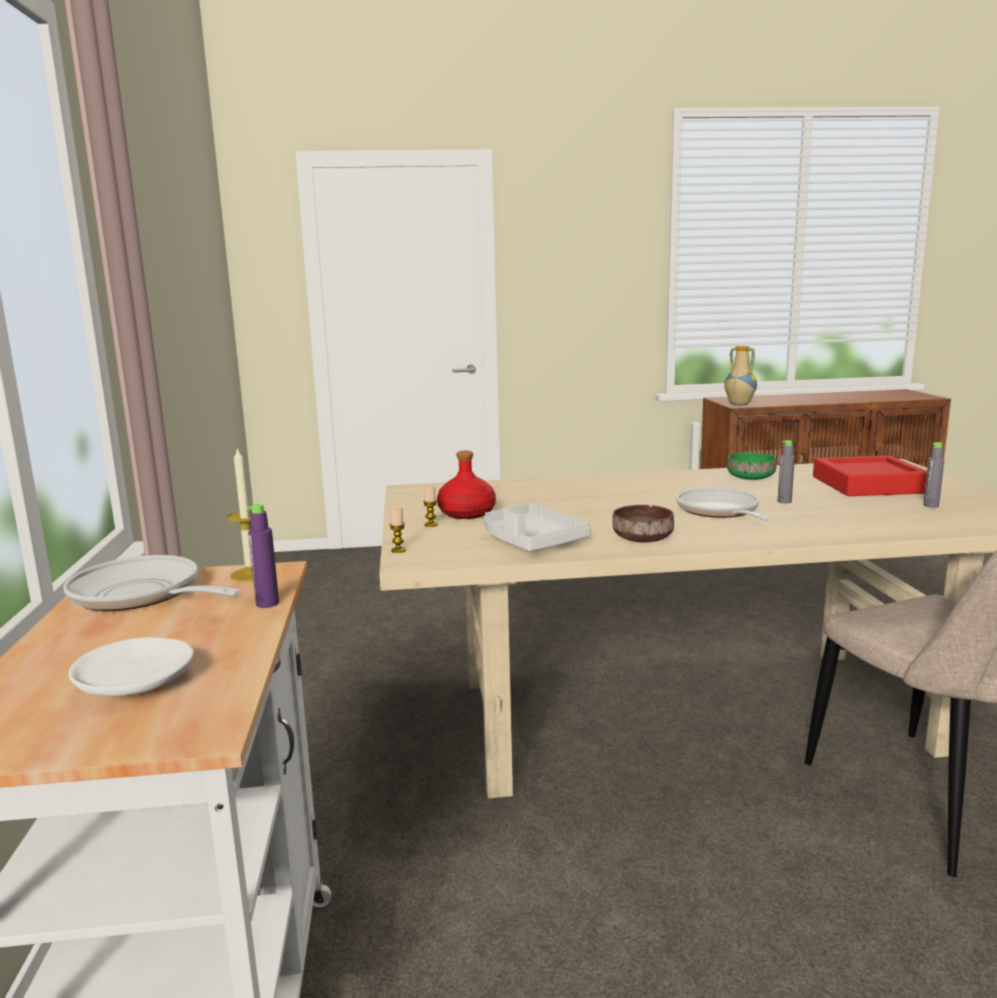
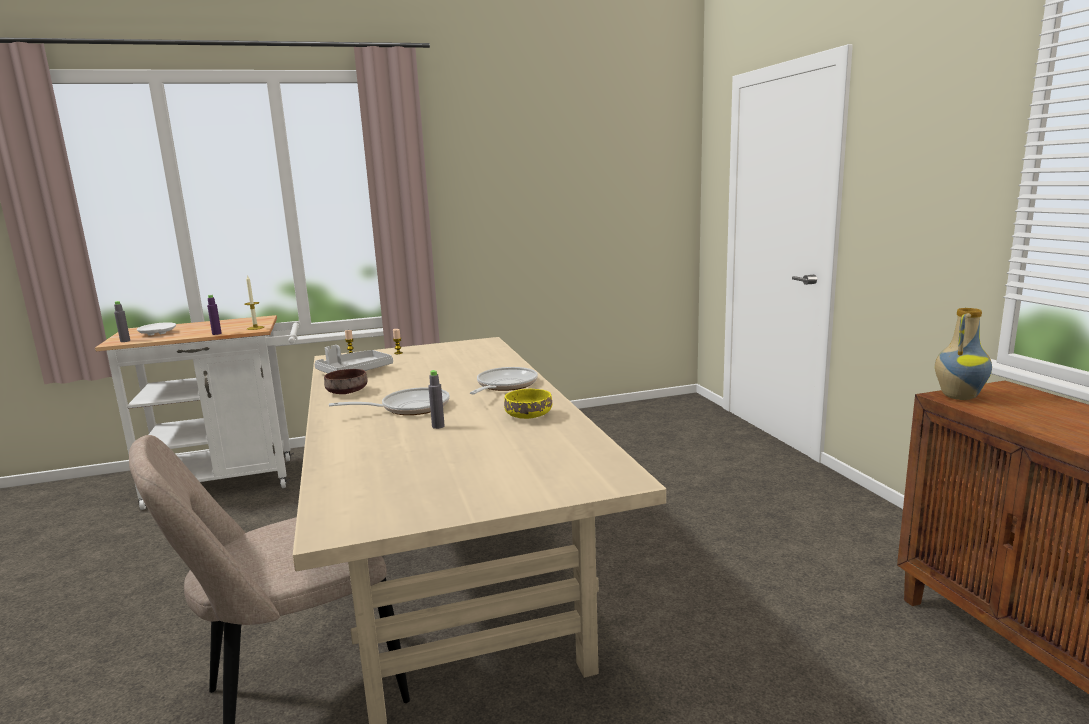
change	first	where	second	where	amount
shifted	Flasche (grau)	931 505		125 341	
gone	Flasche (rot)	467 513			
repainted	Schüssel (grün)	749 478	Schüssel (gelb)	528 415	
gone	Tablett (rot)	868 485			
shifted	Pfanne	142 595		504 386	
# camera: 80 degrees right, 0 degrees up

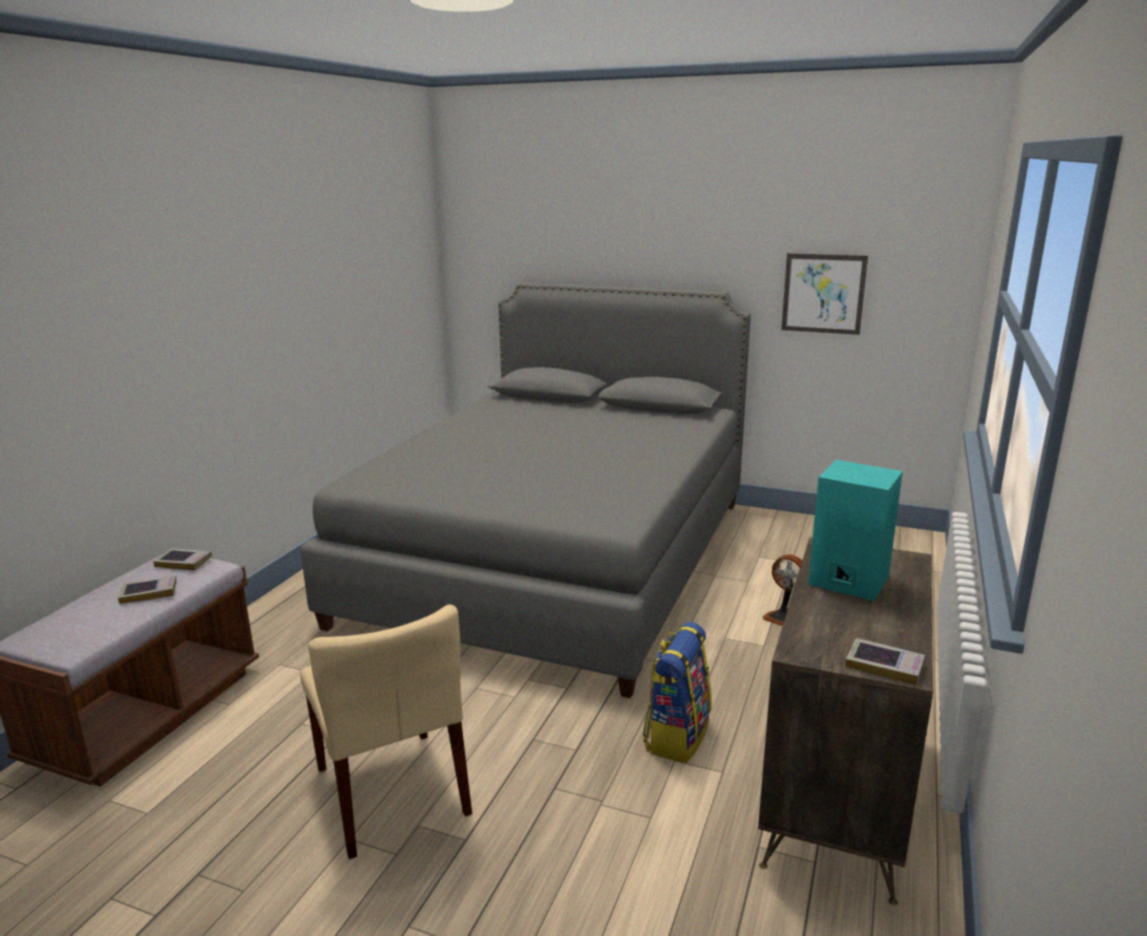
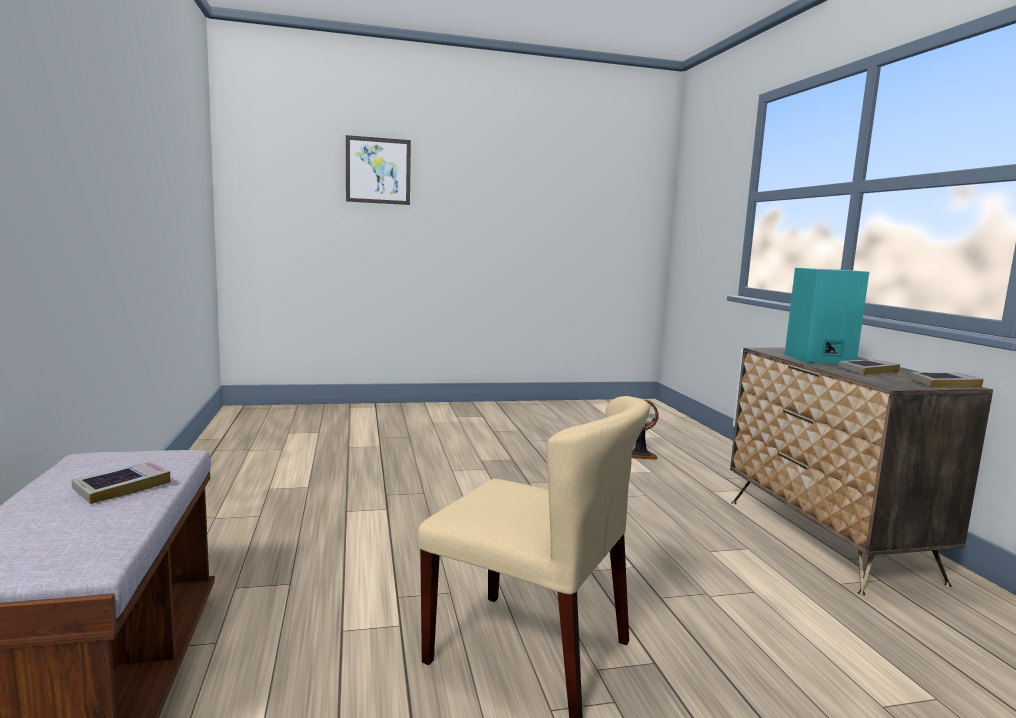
change	first	where	second	where	amount
shifted	Bild	823 293		378 170	
gone	Bett (grau)	556 559			
shifted	Buch	184 562		868 370	
gone	Rucksack	676 735			
# camera: 35 degrees left, 10 degrees down

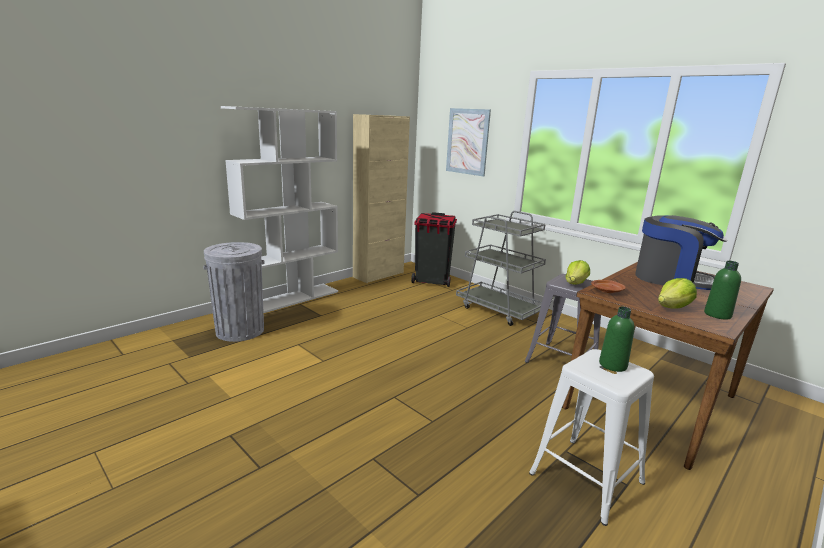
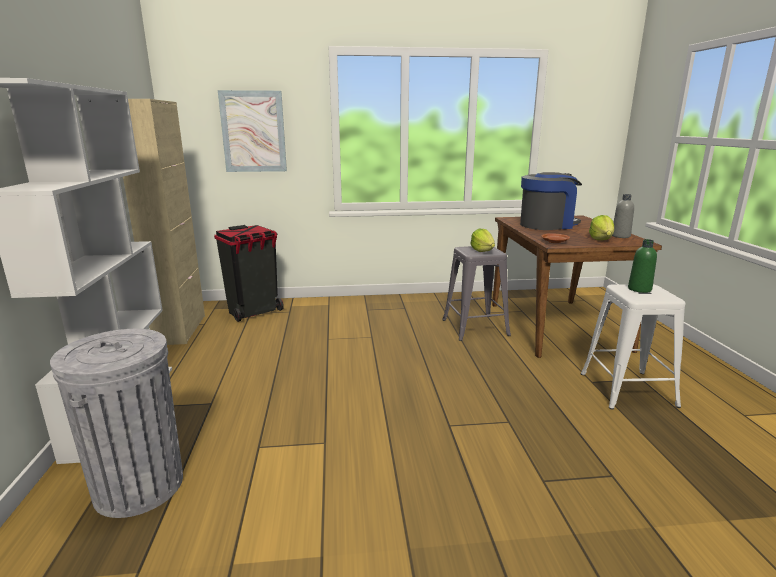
change	first	where	second	where	amount
gone	Rollwagen (grau)	498 310			
repainted	Flasche (grün)	717 315	Flasche (grau)	620 236	
# camera: 50 degrees left, 0 degrees up

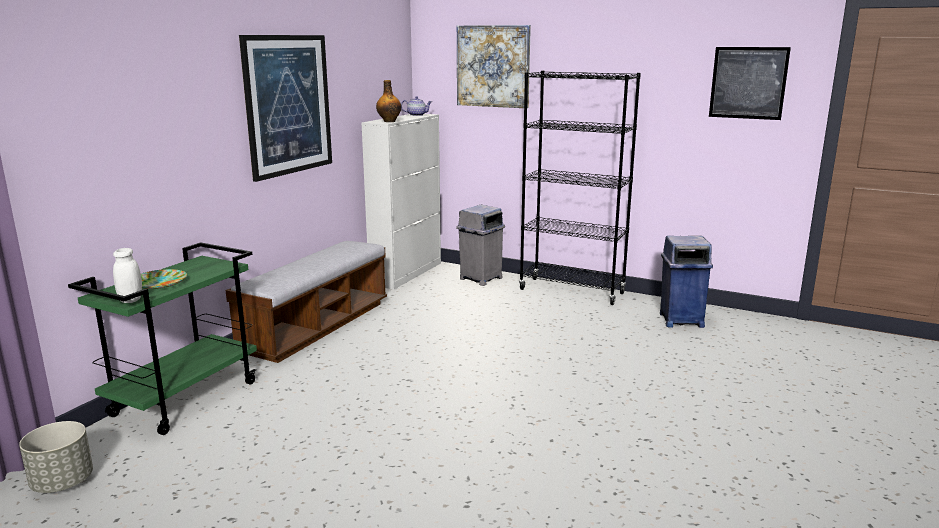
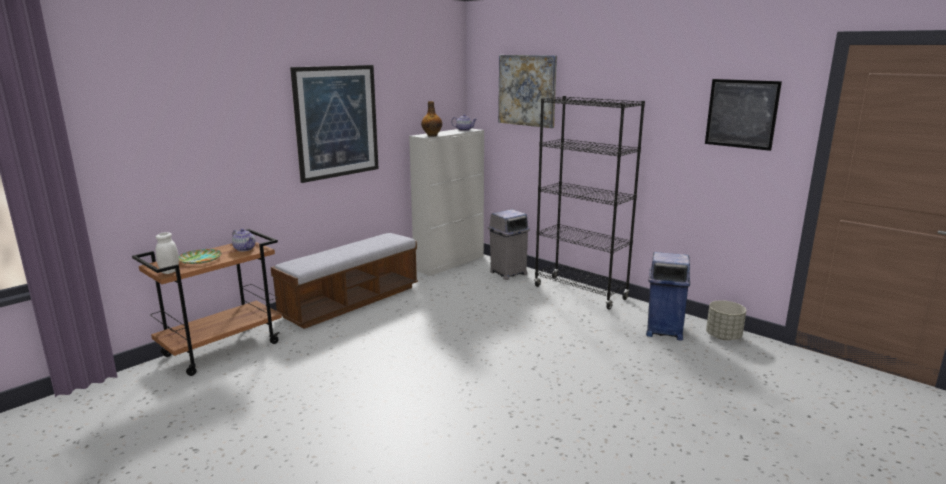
change	first	where	second	where	amount
repainted	Rollwagen (grün)	185 398	Rollwagen (braun)	223 349	
shifted	Pflanzkübel (grau)	62 483		723 337	
new			Teekanne	245 249	
# camera: 15 degrees right, 0 degrees up

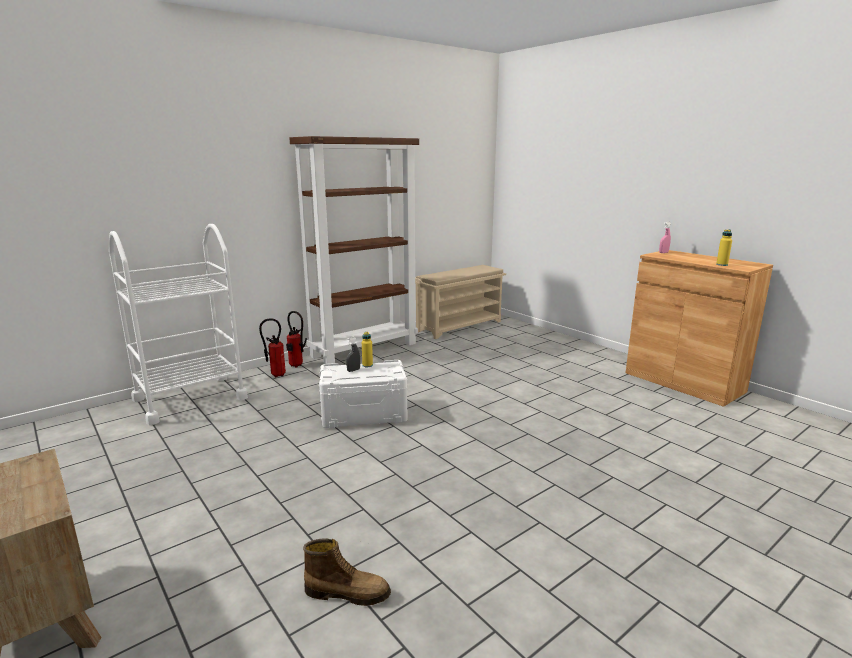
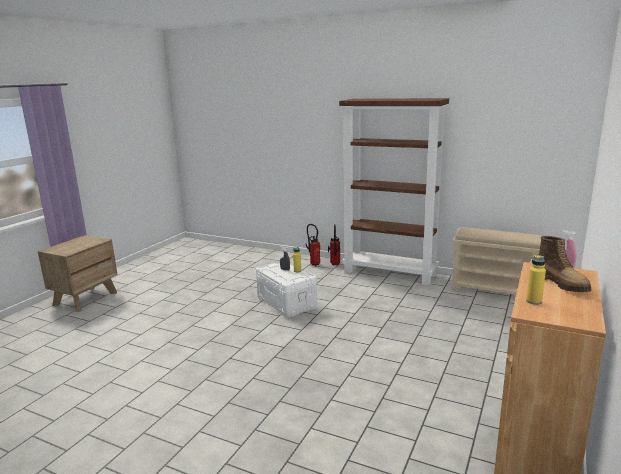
change	first	where	second	where	amount
gone	Rollwagen (weiß)	190 399			
shifted	Stiefel	348 592		562 283	
# camera: 65 degrees right, 0 degrees up

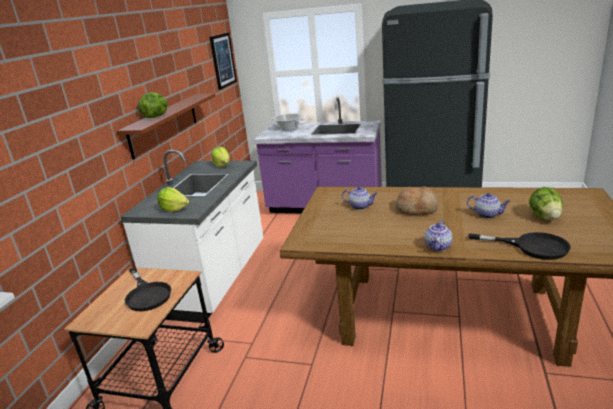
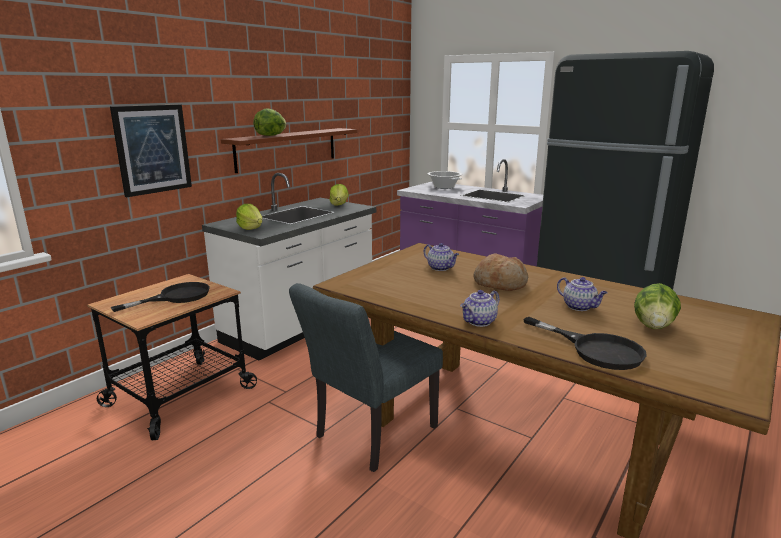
change	first	where	second	where	amount
shifted	Bild	222 60		152 149	
rotated	Pfanne (schwarz)	147 294		176 297	120 degrees counterclockwise
new			Stuhl (grau)	369 435	
# camera: 20 degrees right, 5 degrees down

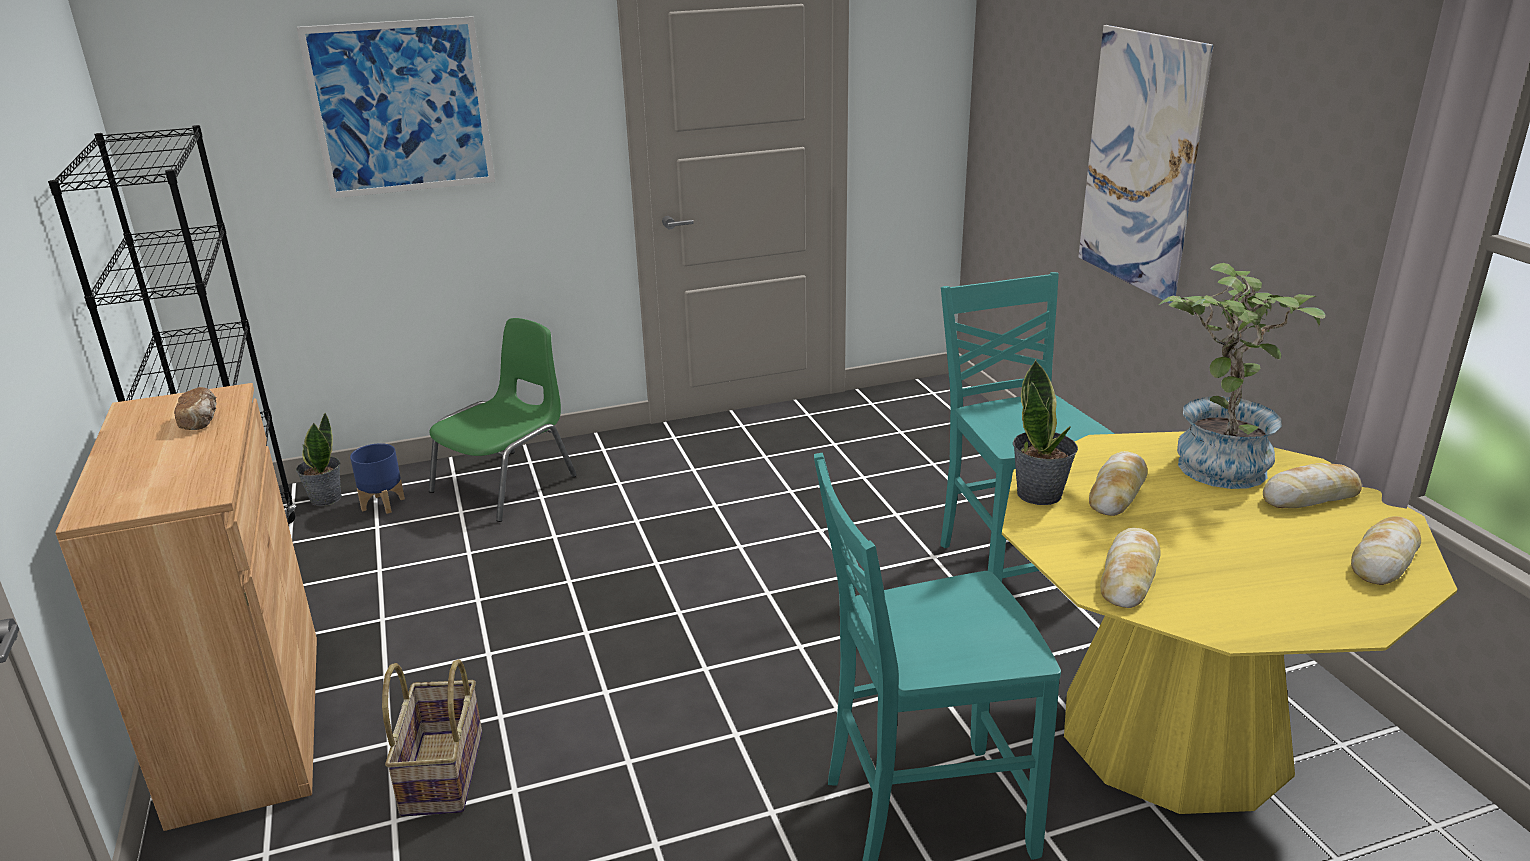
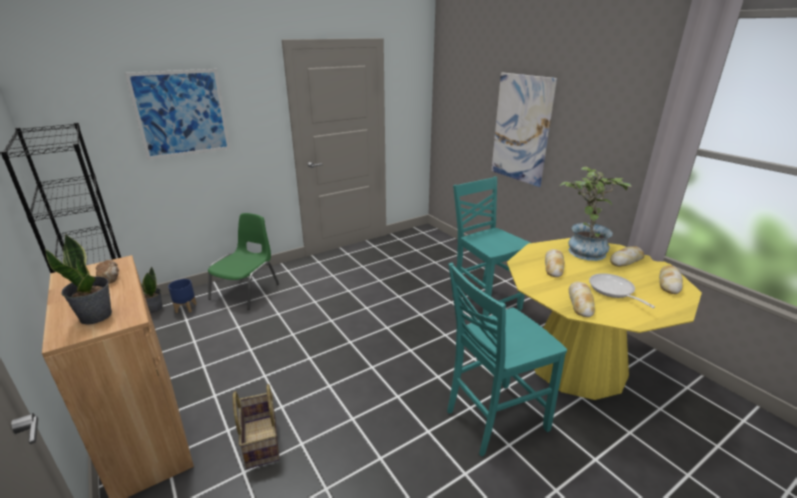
change	first	where	second	where	amount
shifted	Topfpflanze	1040 494		96 316	
new			Pfanne	613 291	
# camera: 15 degrees left, 0 degrees up

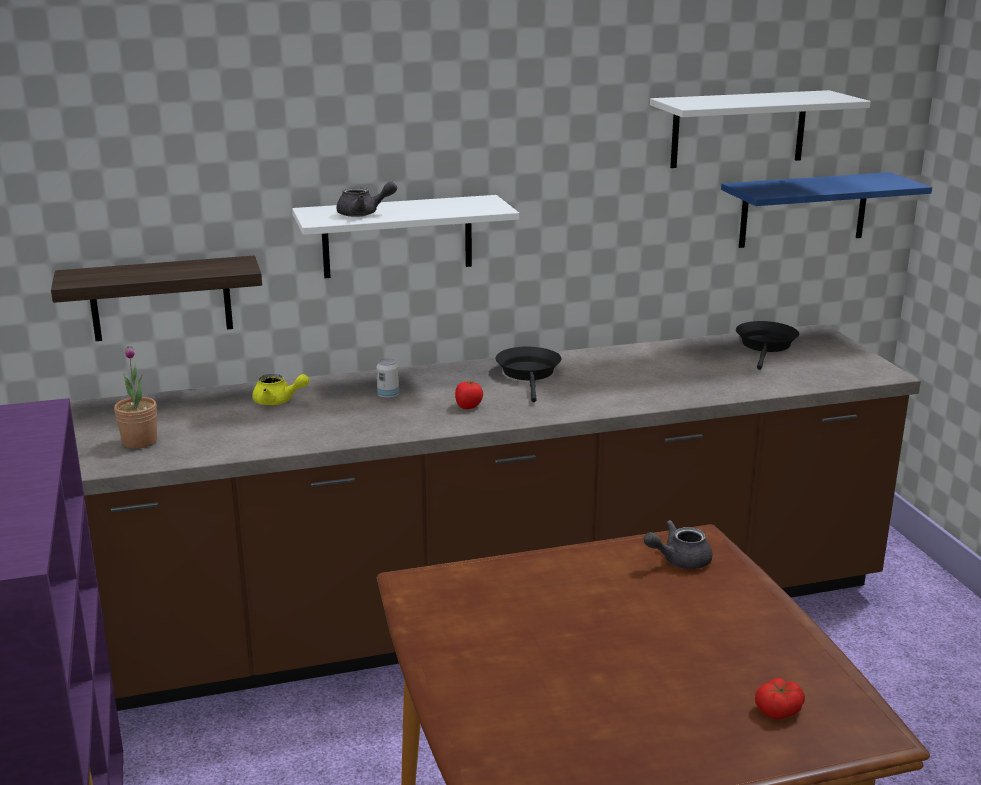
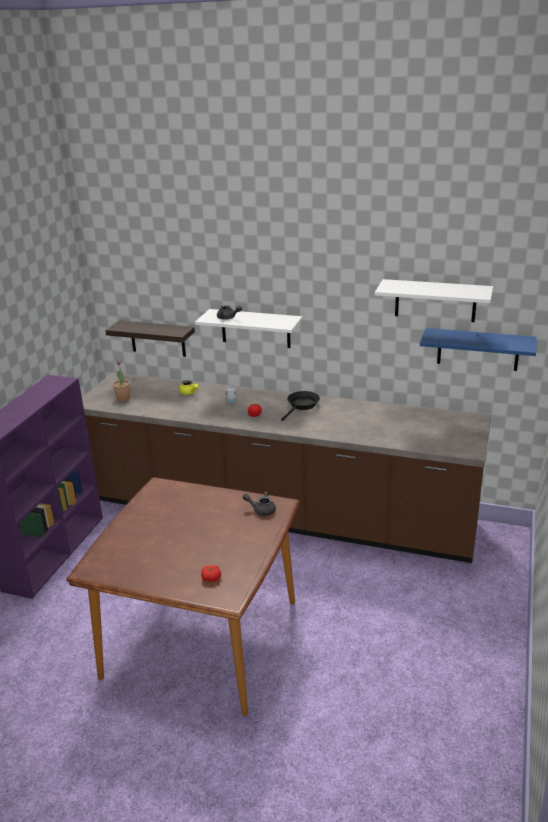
change	first	where	second	where	amount
gone	Pfanne (schwarz)	766 346			
# camera: 35 degrees right, 5 degrees up

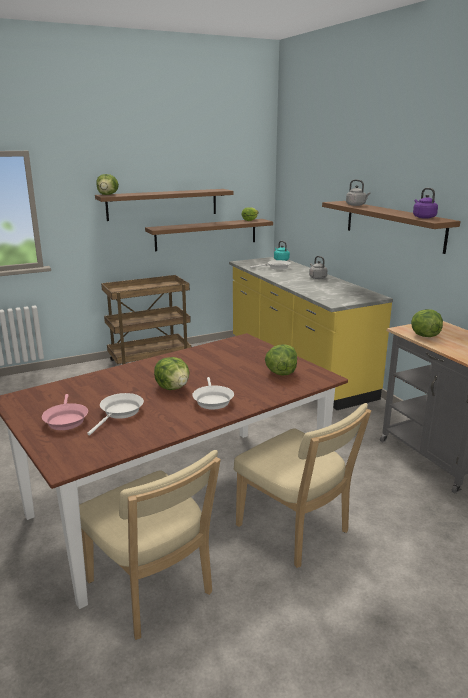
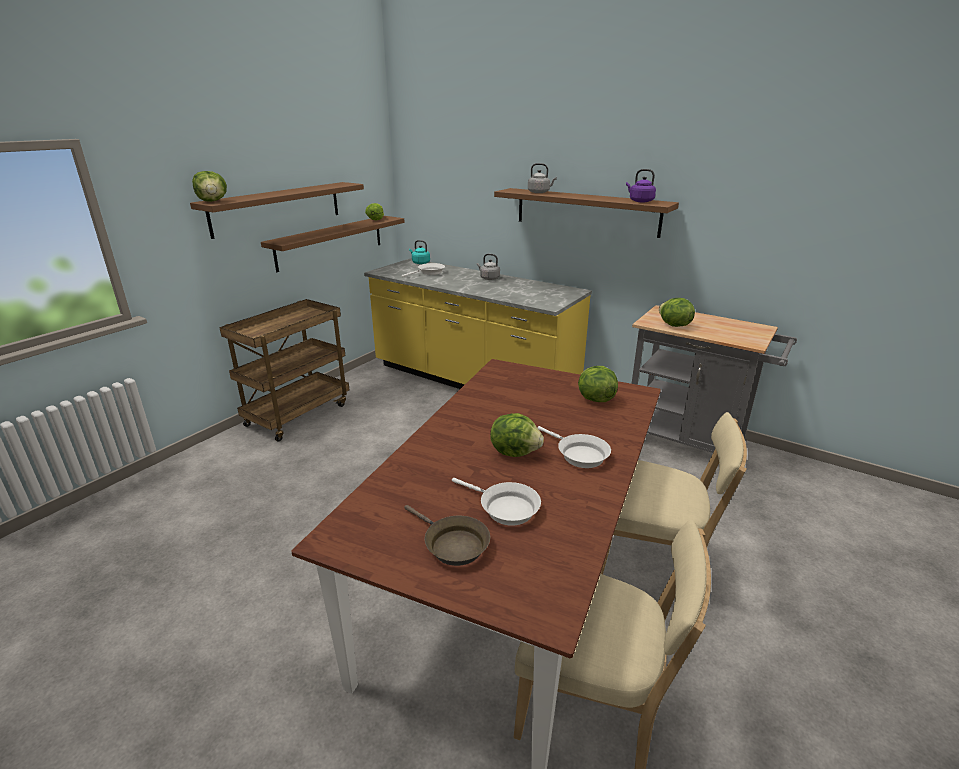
change	first	where	second	where	amount
rotated	Pfanne (weiß)	120 413		505 508	135 degrees clockwise
repainted	Pfanne (rosa)	65 420	Pfanne (braun)	452 544	
# camera: 30 degrees left, 5 degrees up

